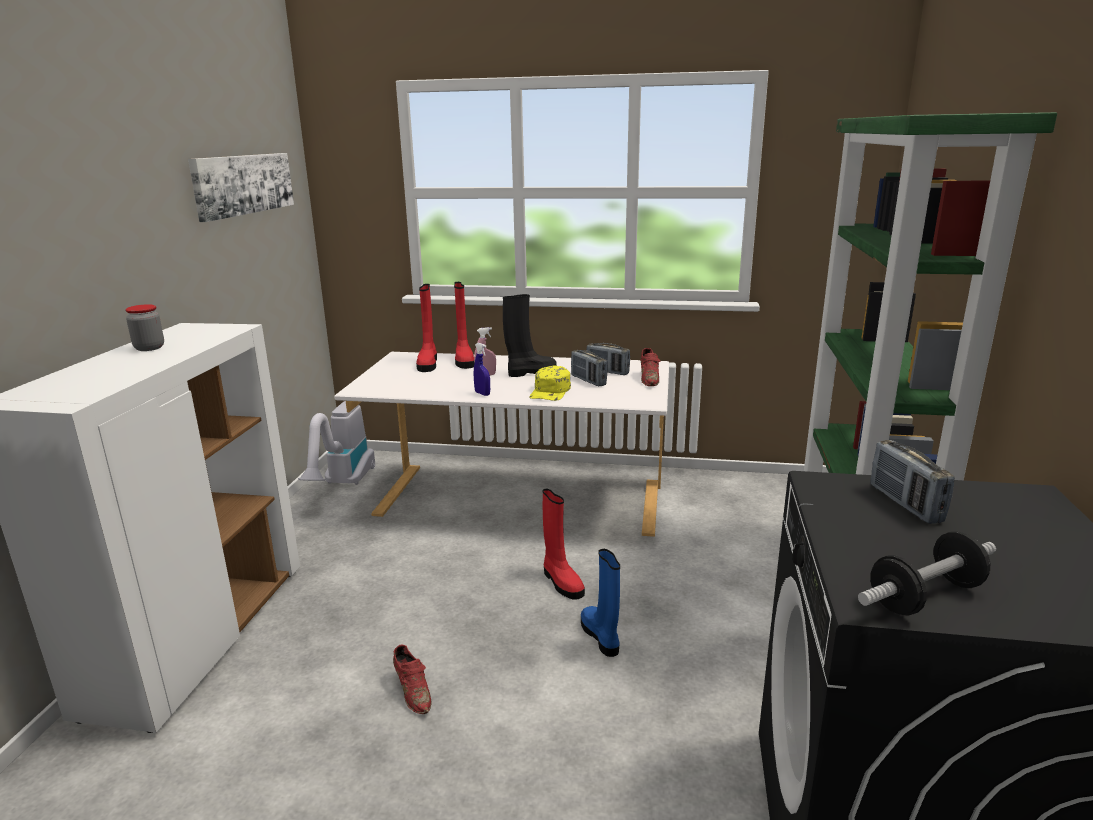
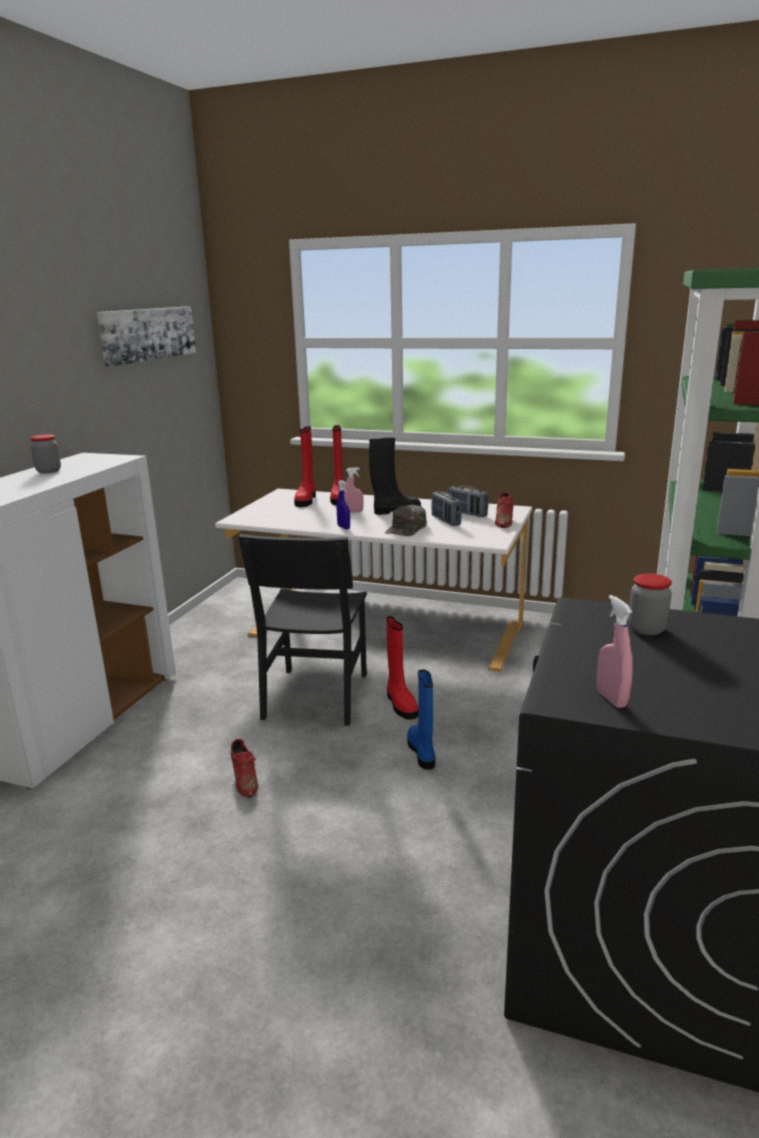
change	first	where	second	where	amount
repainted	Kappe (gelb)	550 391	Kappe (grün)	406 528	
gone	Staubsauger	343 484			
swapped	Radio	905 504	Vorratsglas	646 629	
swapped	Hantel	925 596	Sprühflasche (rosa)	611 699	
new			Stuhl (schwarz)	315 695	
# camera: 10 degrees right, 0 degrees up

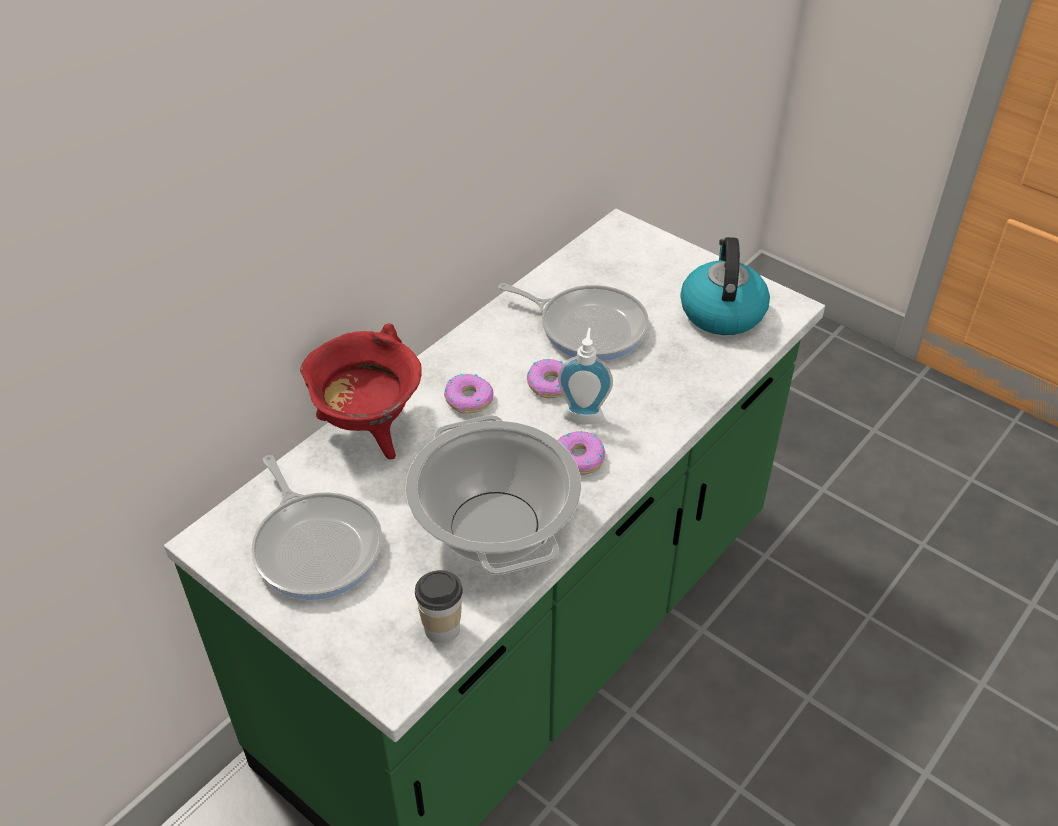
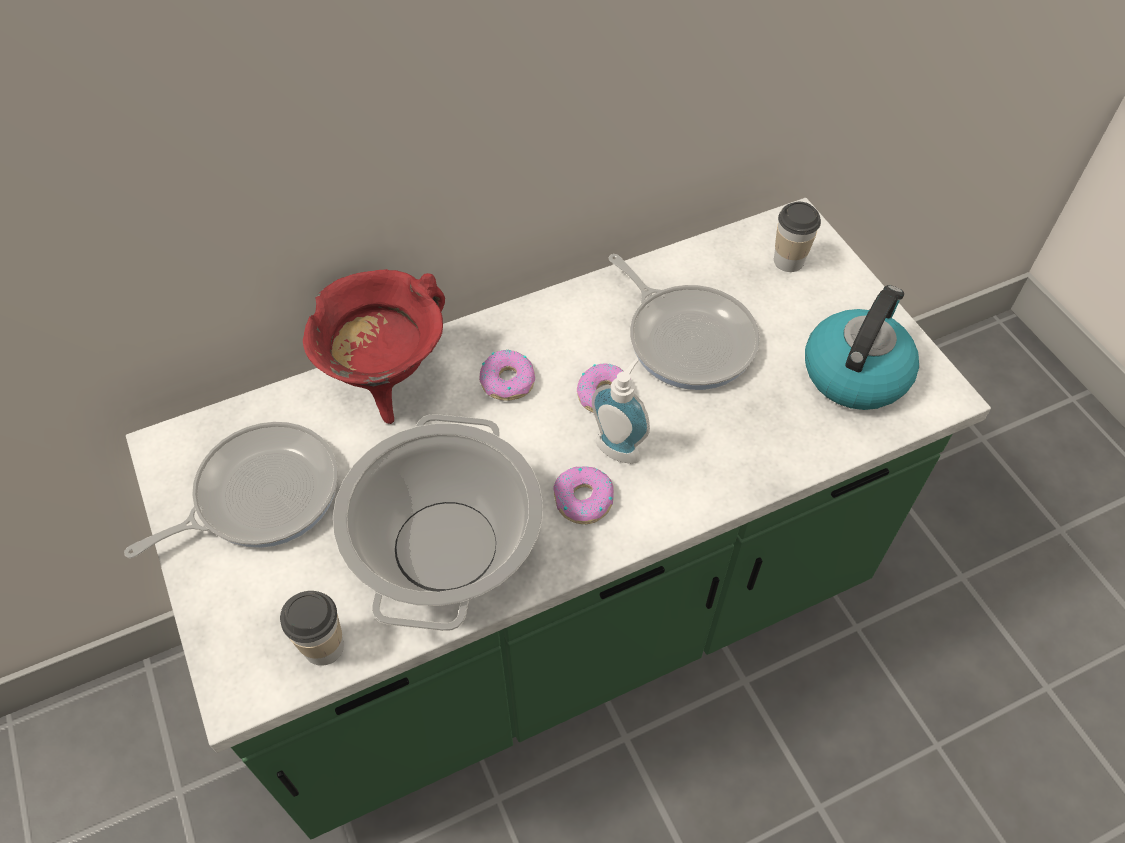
change	first	where	second	where	amount
rotated	Pfanne	316 546		260 495	120 degrees counterclockwise
new			Tasse	788 260	
# camera: 25 degrees right, 10 degrees up

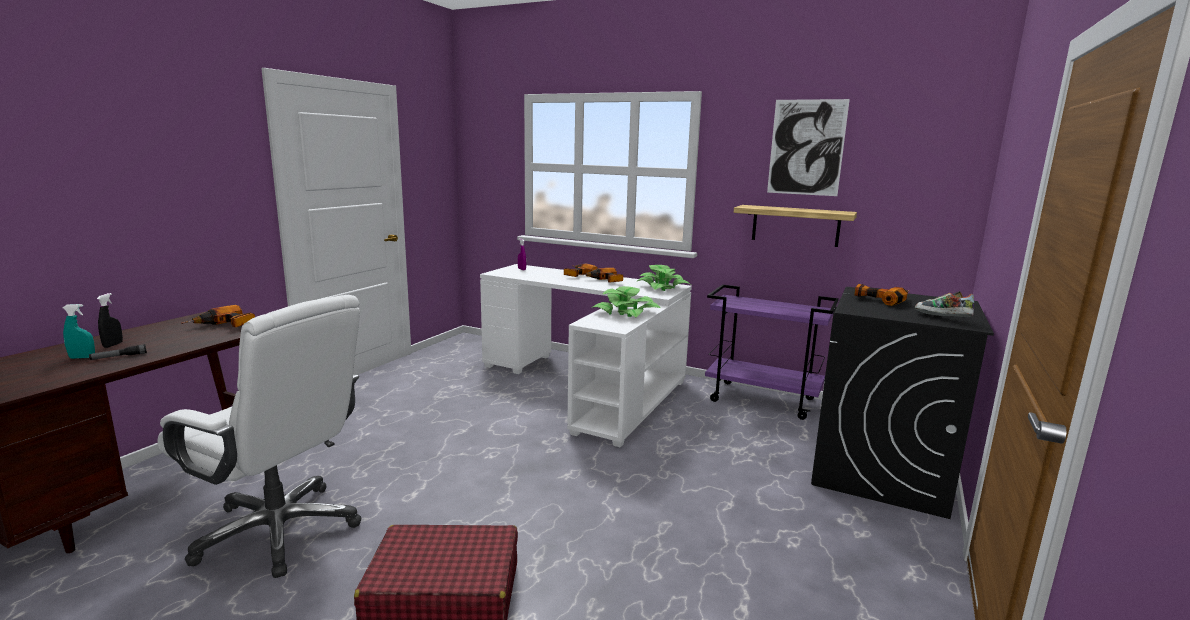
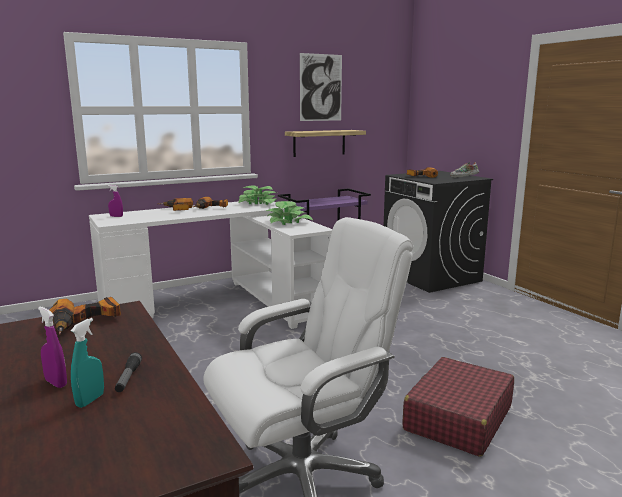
change	first	where	second	where	amount
repainted	Sprühflasche (schwarz)	113 345	Sprühflasche (lila)	56 383	
# camera: 55 degrees left, 0 degrees up

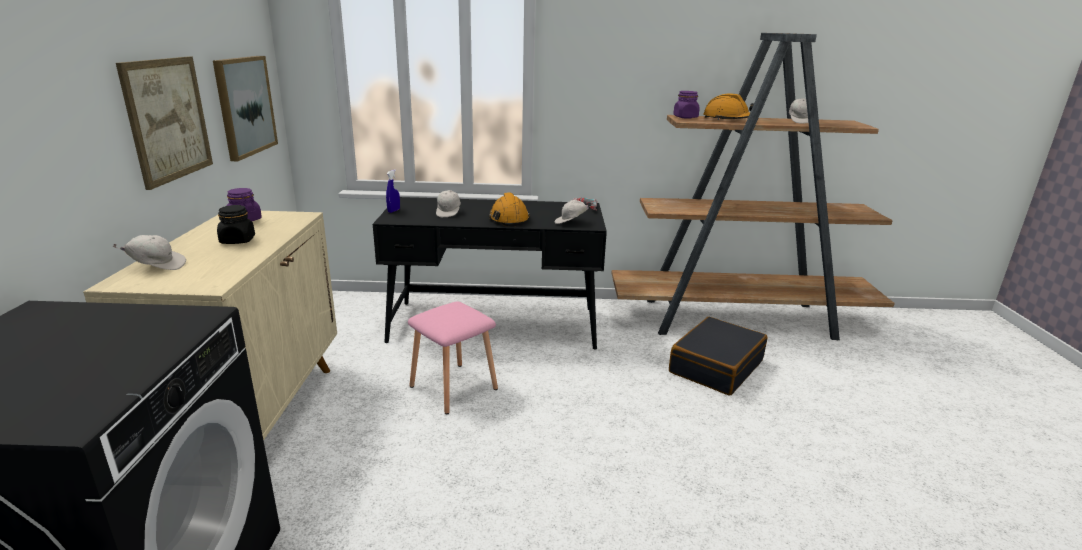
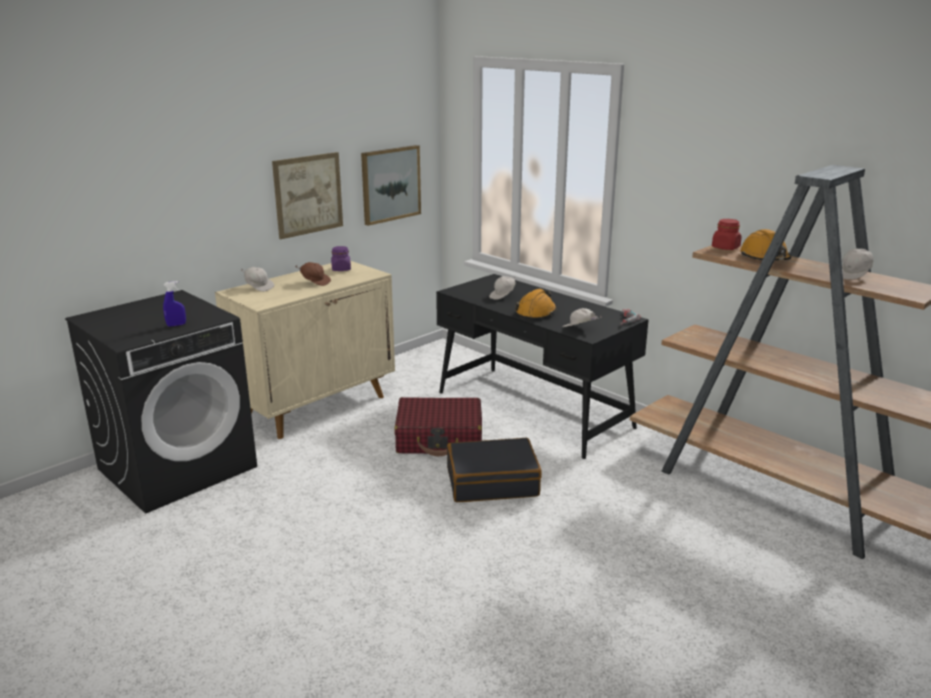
change	first	where	second	where	amount
repainted	Vorratsglas (lila)	685 117	Vorratsglas (rot)	725 247	
shifted	Sprühflasche (blau)	393 211		176 325	
swapped	Vorratsglas (schwarz)	237 240	Kappe (braun)	315 282	
swapped	Hocker (rosa)	454 387	Koffer (rot)	440 438	
shifted	Koffer (schwarz)	715 366		492 482	
# camera: 45 degrees right, 0 degrees up

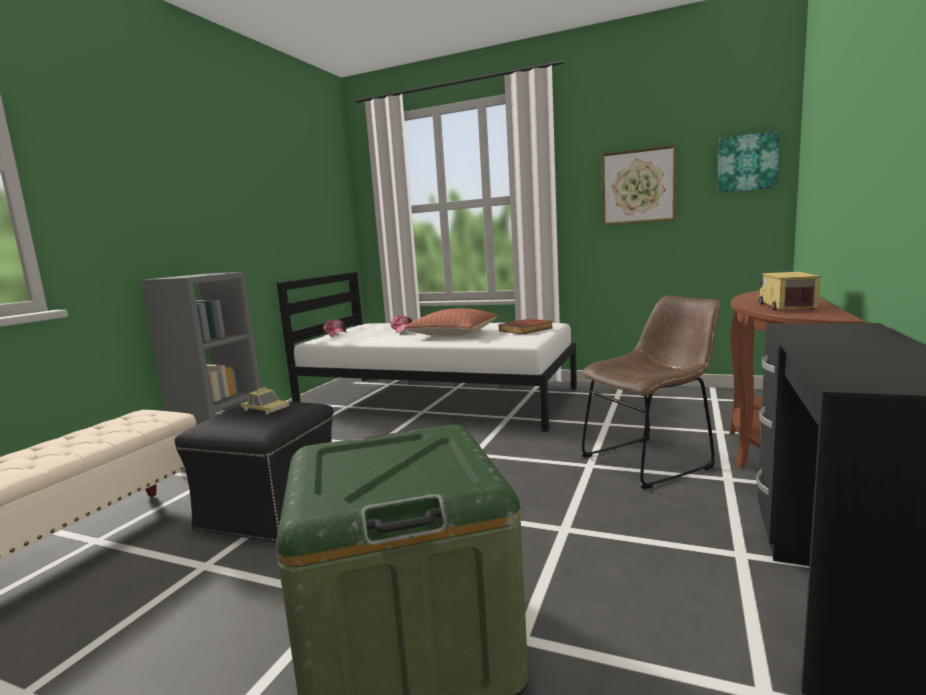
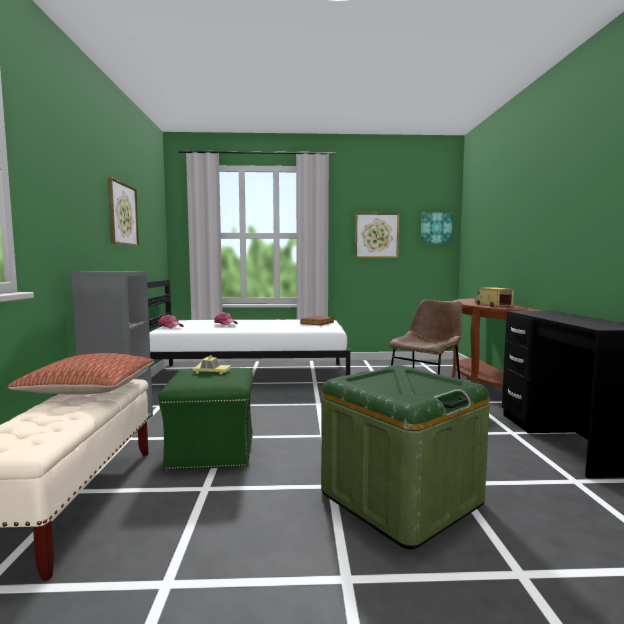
change	first	where	second	where	amount
shifted	Kissen	453 334		90 389	
repainted	Polsterhocker (schwarz)	272 510	Polsterhocker (grün)	212 450	
new			Bild	122 214	
# camera: 25 degrees left, 5 degrees down

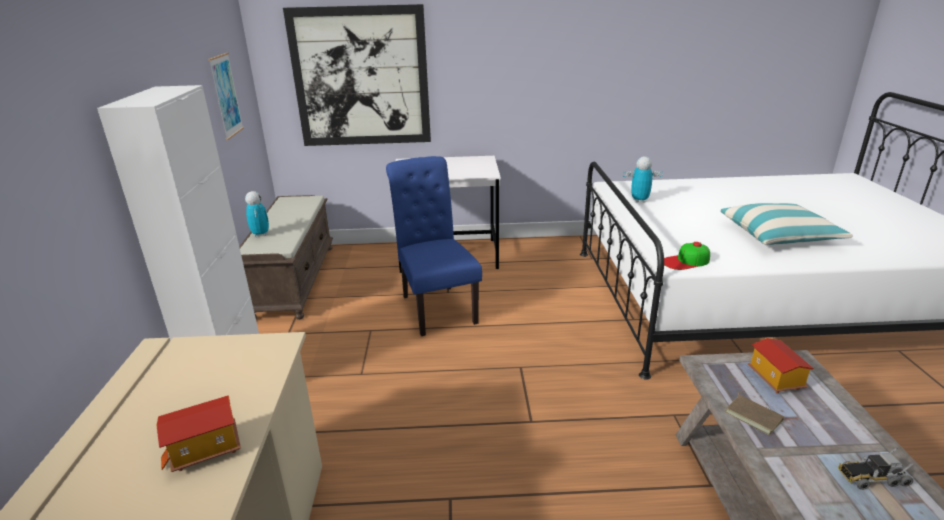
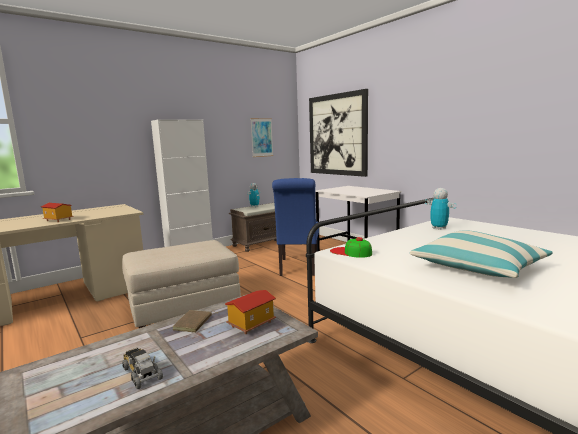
change	first	where	second	where	amount
rotated	Stuhl (blau)	436 306		298 268	150 degrees clockwise
new			Polsterhocker (beige)	184 303	
# camera: 55 degrees right, 15 degrees down

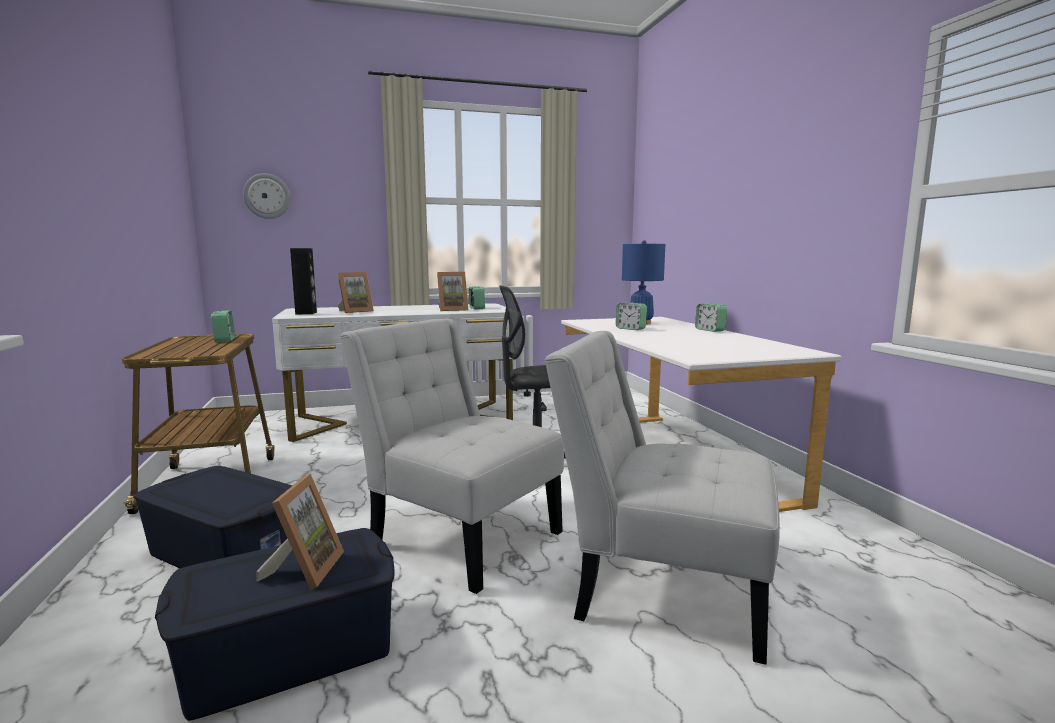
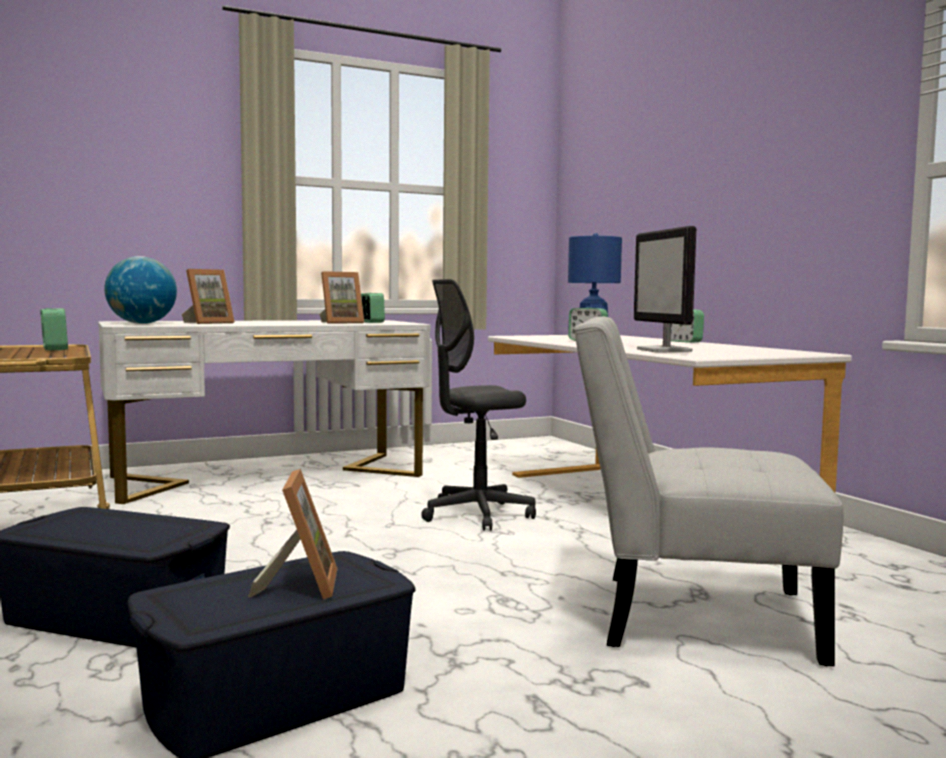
change	first	where	second	where	amount
gone	Wanduhr	267 196			
swapped	Lautsprecher (schwarz)	306 313	Globus	142 323	
gone	Stuhl (weiß)	460 535			
new			Monitor	665 351	
# camera: 10 degrees left, 5 degrees down

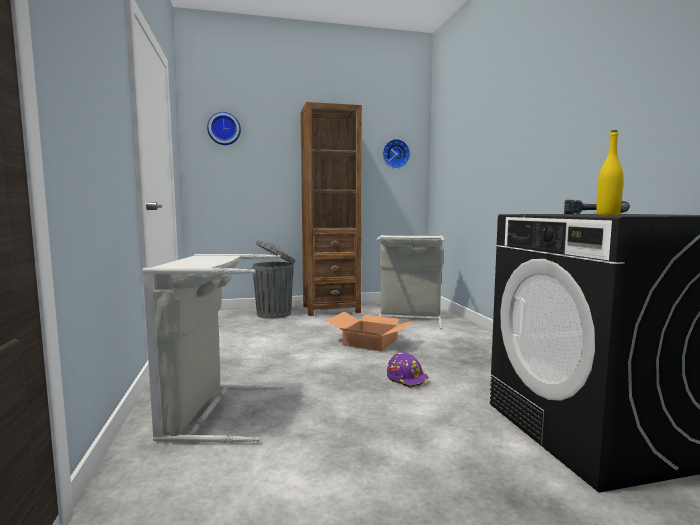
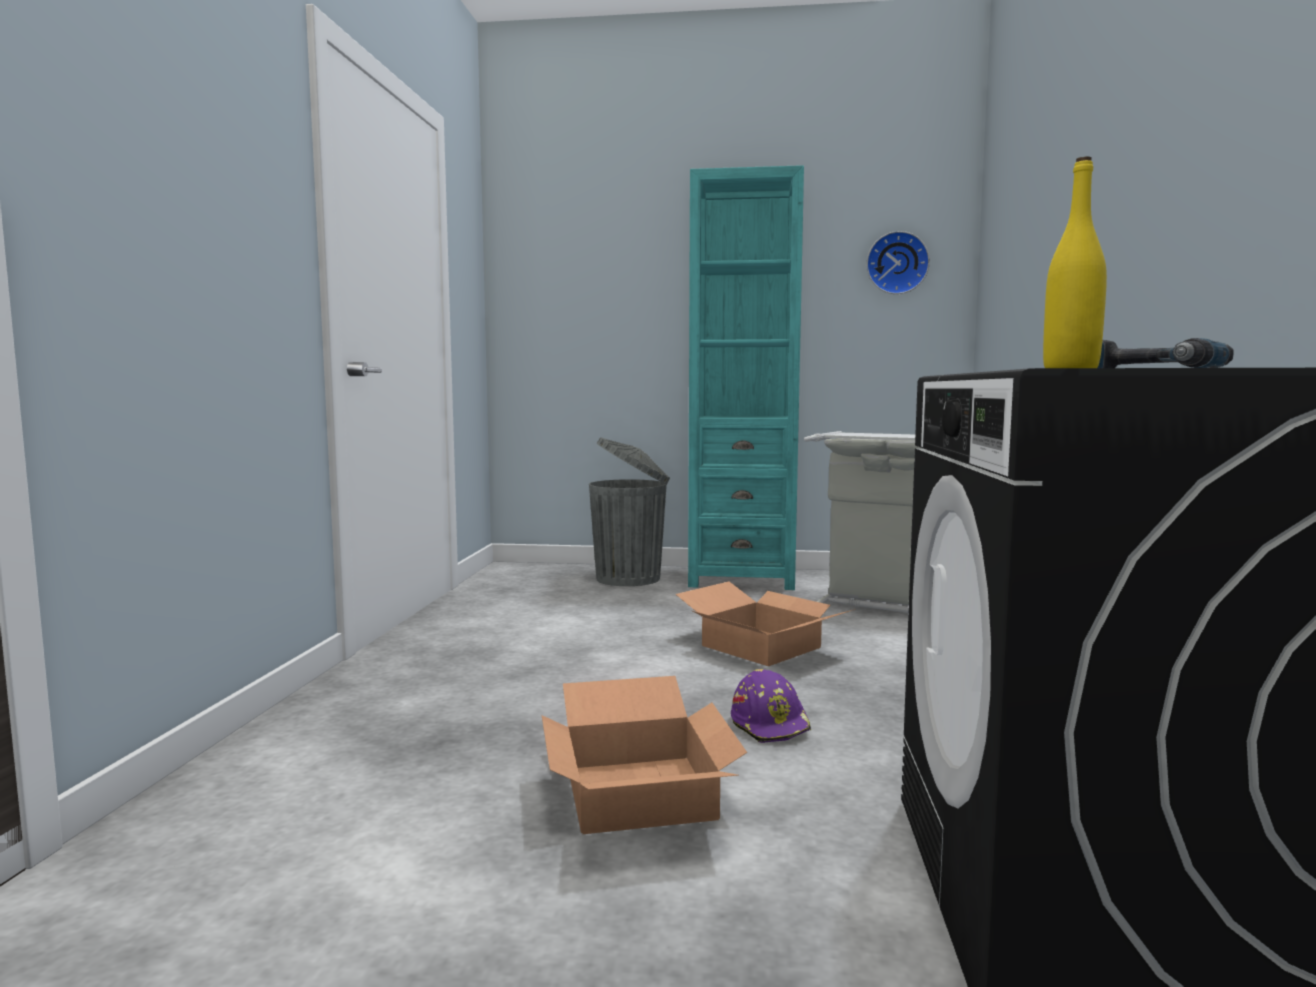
change	first	where	second	where	amount
repainted	Bücherregal (braun)	331 309	Bücherregal (türkis)	741 578	
gone	Wanduhr	224 129			
gone	Wäschekorb (grau)	211 412			
new			Karton	642 793	
# camera: 20 degrees right, 0 degrees up

